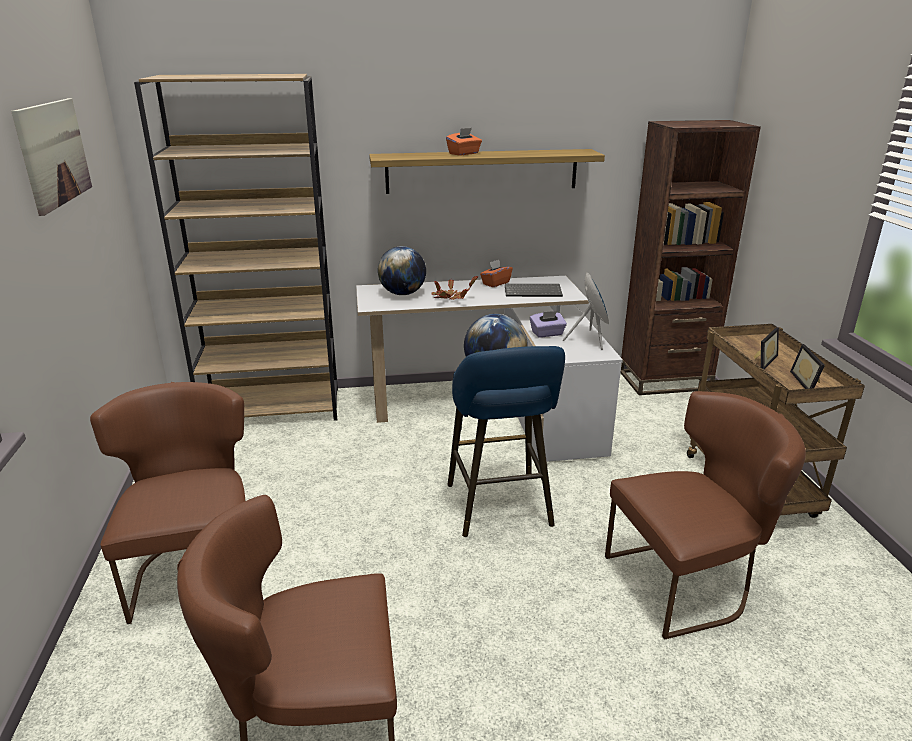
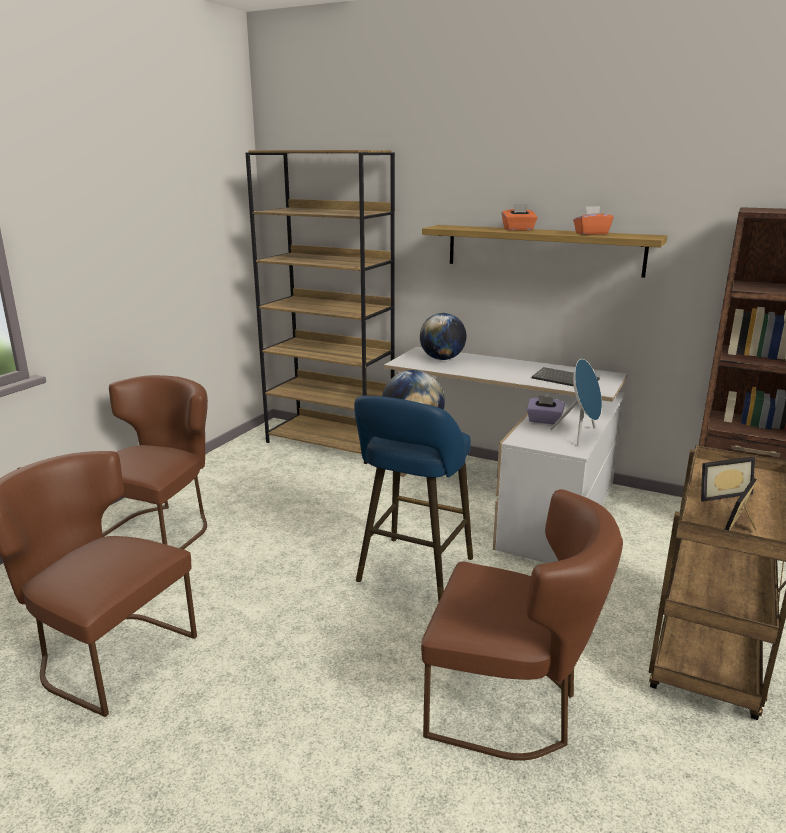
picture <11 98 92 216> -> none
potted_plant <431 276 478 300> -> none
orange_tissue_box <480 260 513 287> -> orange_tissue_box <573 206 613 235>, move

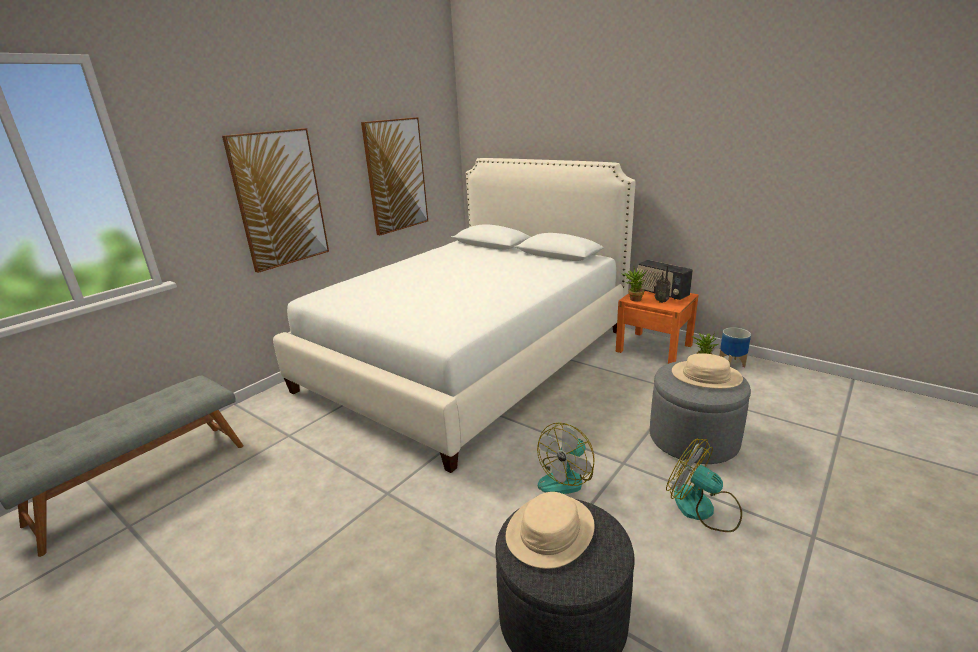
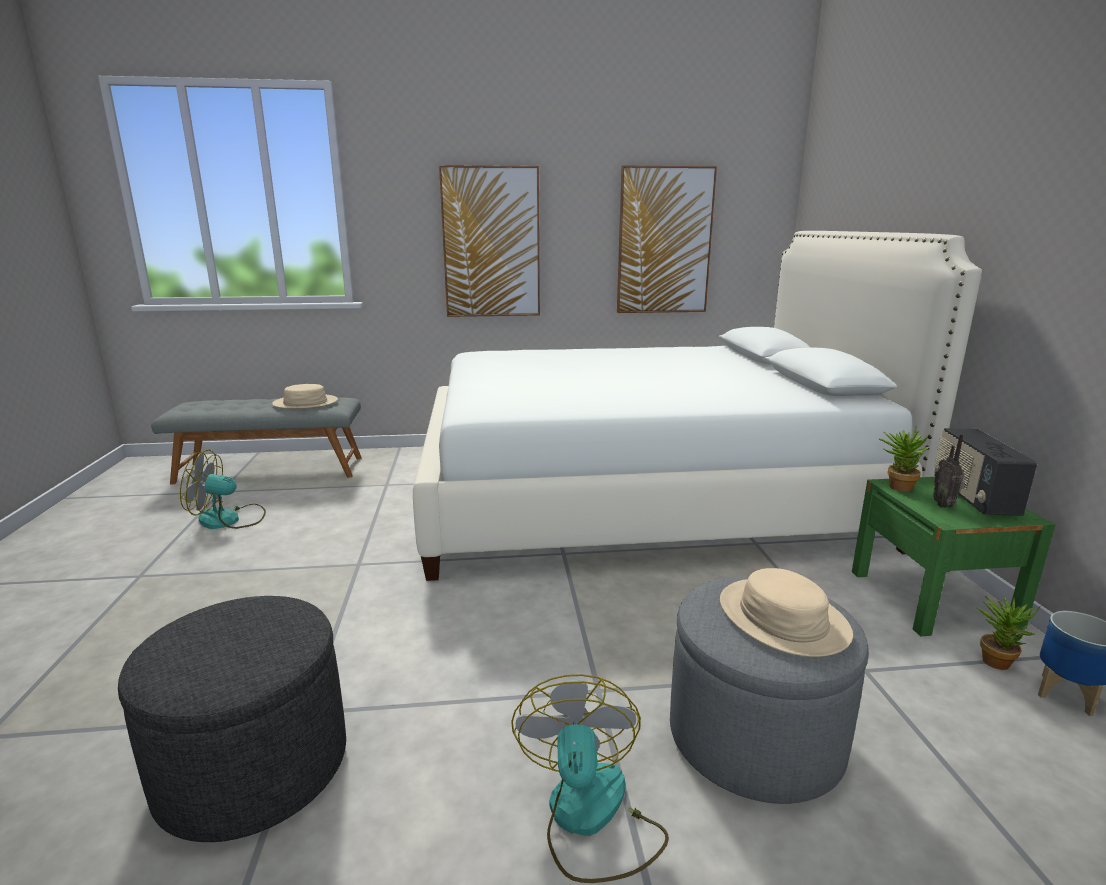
beige_hat <506 492 595 569> -> beige_hat <272 384 338 409>, move
fan <537 422 595 494> -> fan <180 449 266 529>, move
orange_nightstand <616 291 699 364> -> green_nightstand <852 477 1056 636>

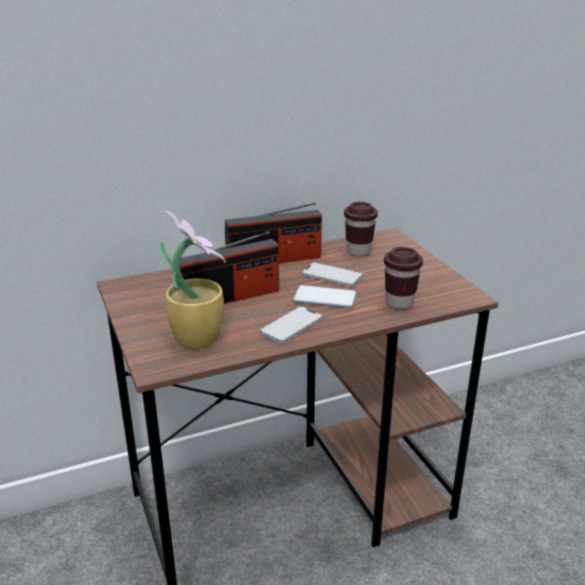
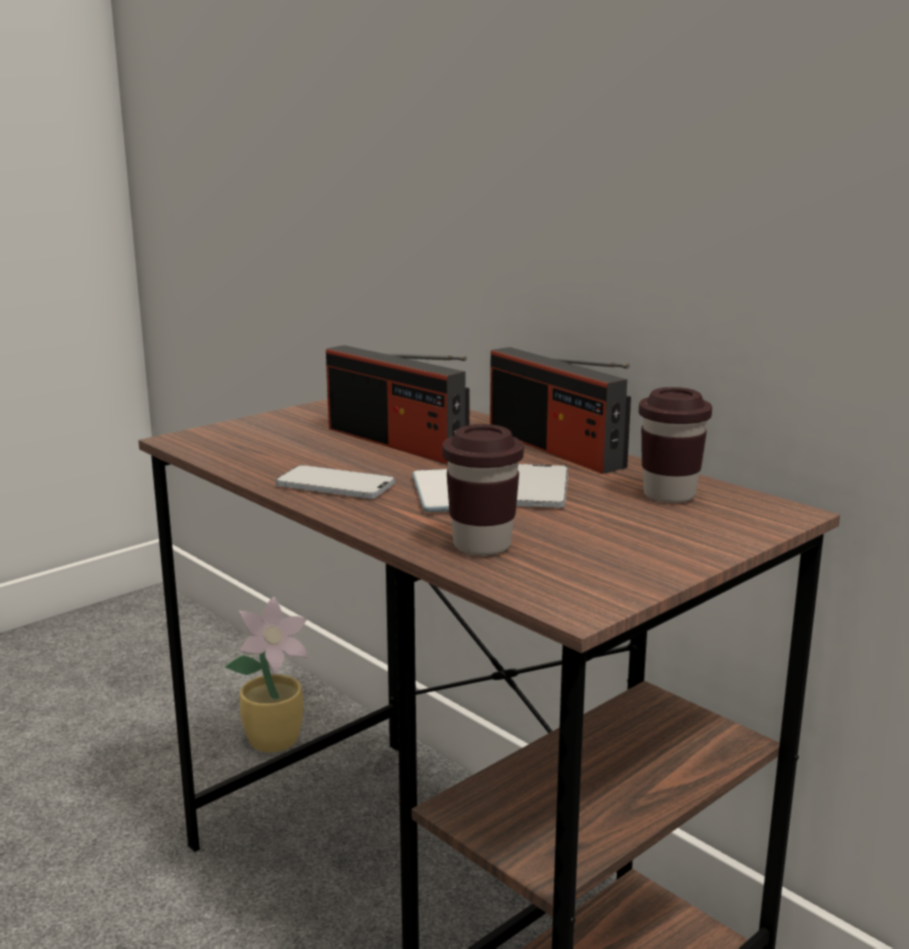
potted_plant <160 211 226 348> -> potted_plant <225 597 308 753>, move

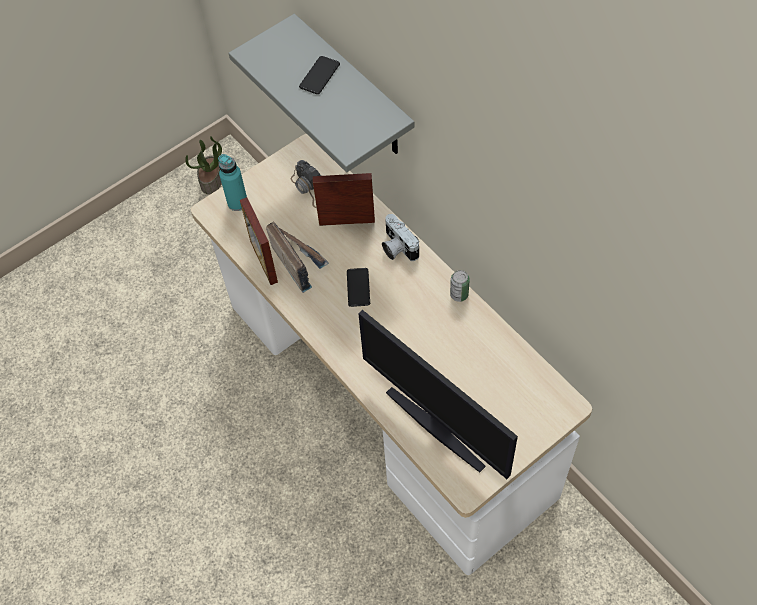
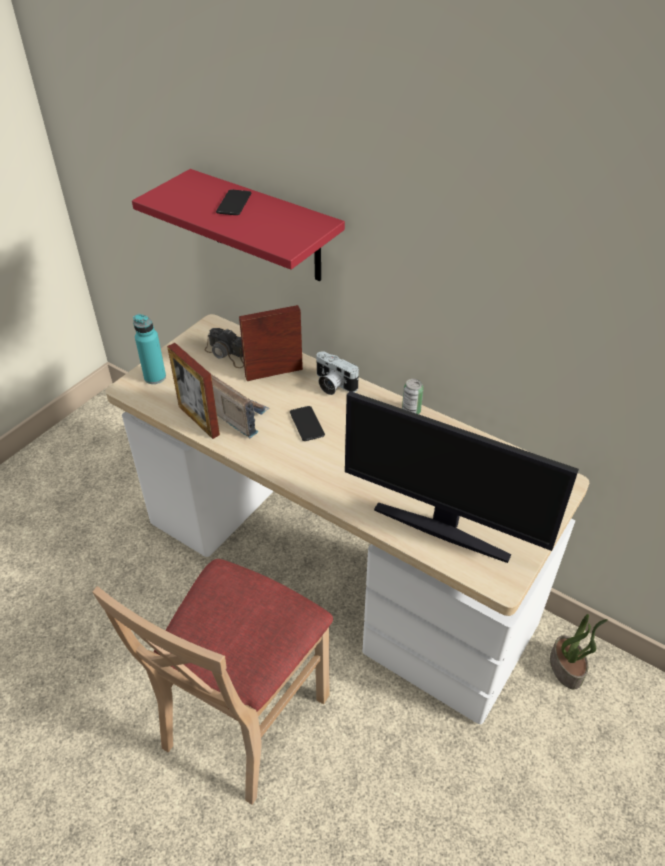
none -> beige_chair <92 559 333 805>
potted_plant <185 136 222 195> -> potted_plant <550 614 608 690>, move
grey_shelf <228 14 414 172> -> red_shelf <132 169 345 281>

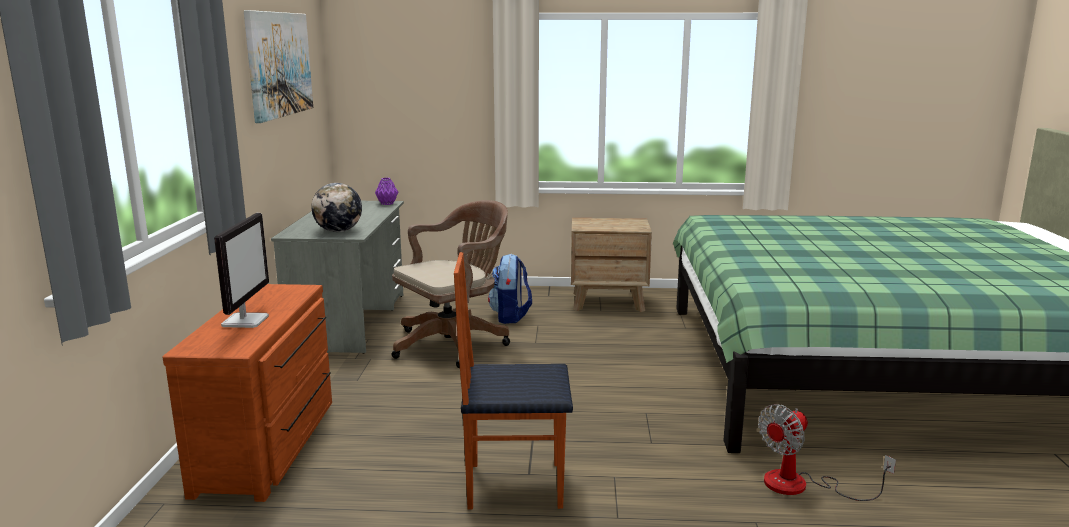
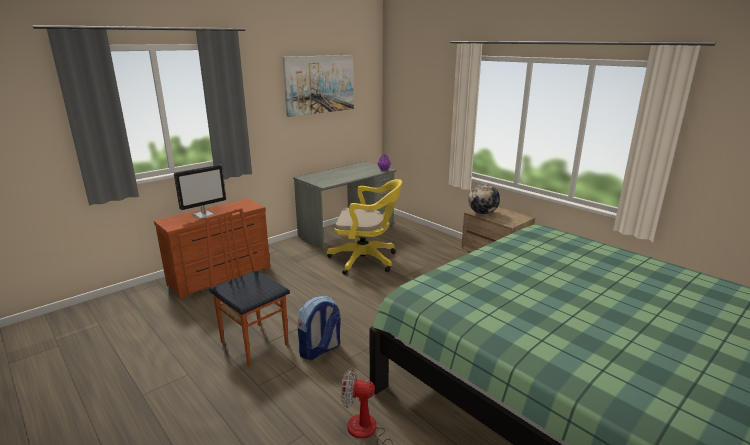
globe <312 183 362 232> -> globe <469 184 500 214>, move
backpack <488 254 532 324> -> backpack <298 296 341 360>, move
brown_office_chair <392 200 510 368> -> yellow_office_chair <327 179 402 275>

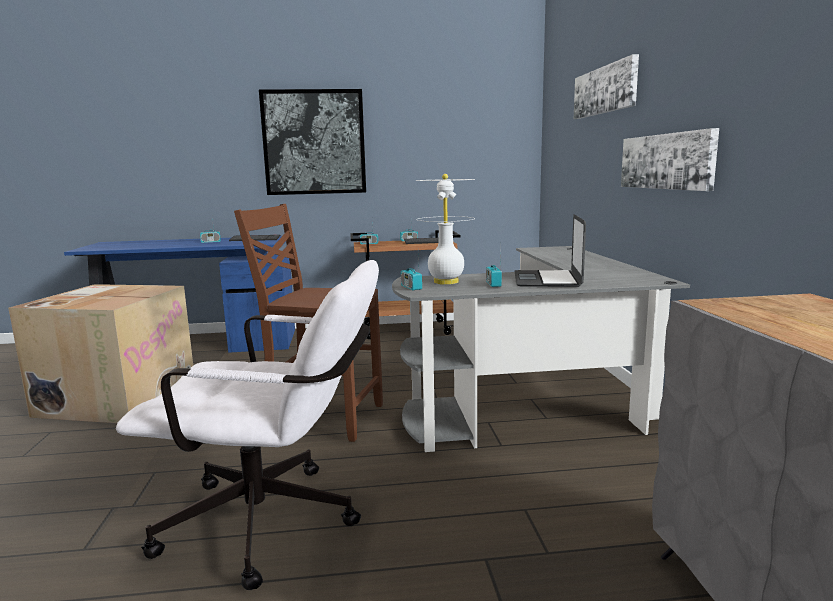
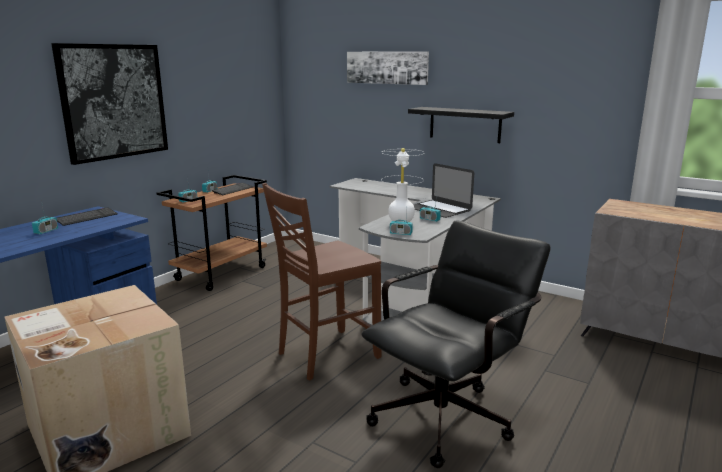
picture <621 128 719 191> -> black_shelf <408 107 514 143>
white_office_chair <116 260 379 590> -> black_office_chair <361 220 551 468>

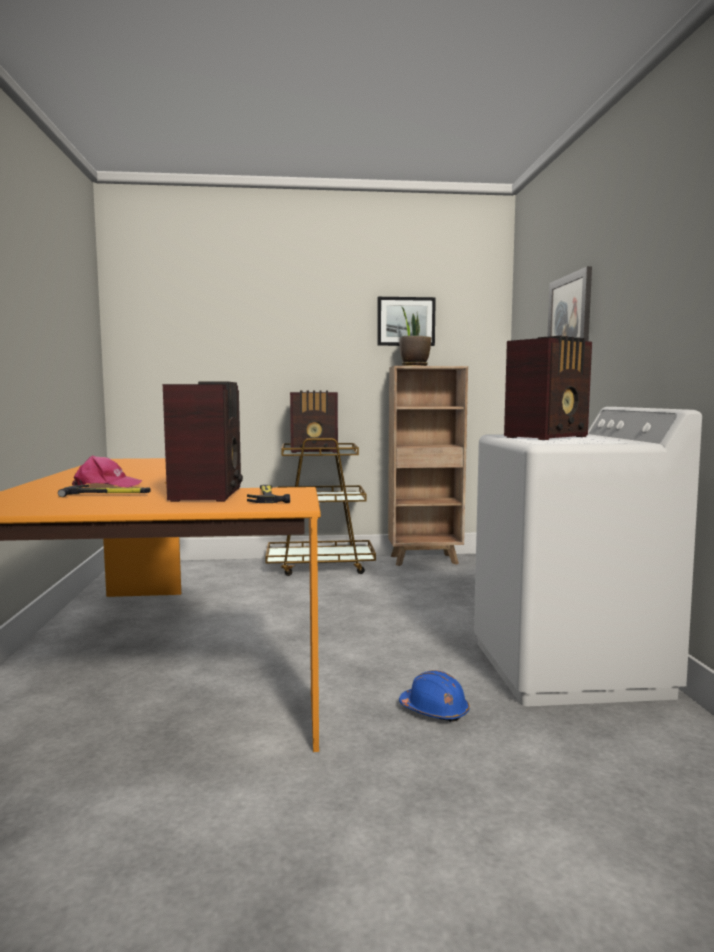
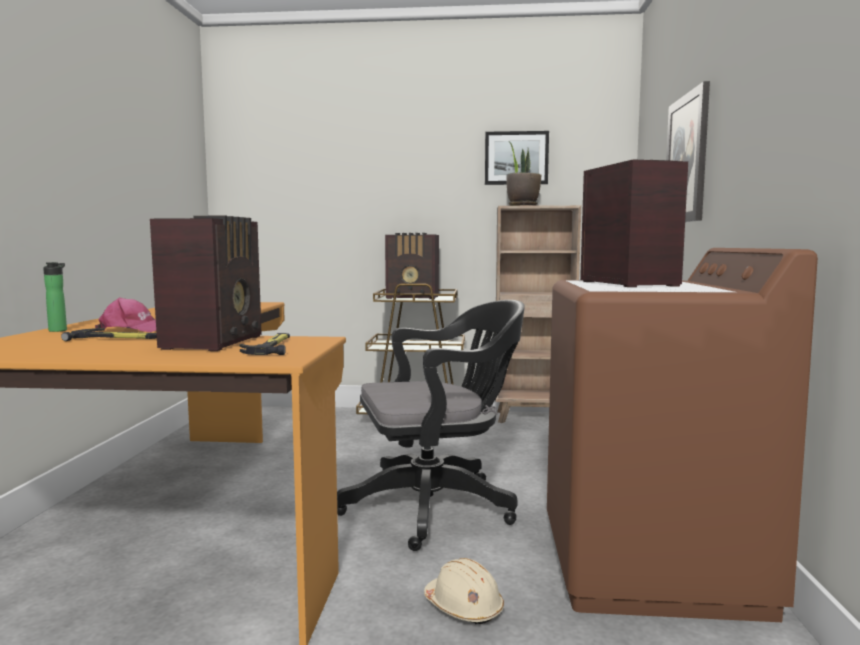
none -> bottle <43 262 67 332>
none -> black_office_chair <337 300 525 551>
blue_hard_hat <399 670 470 722> -> beige_hard_hat <424 558 504 624>
white_washing_machine <474 407 702 706> -> brown_washing_machine <547 248 818 622>
radio <504 336 592 440> -> radio <580 159 688 287>, 75 degrees counterclockwise

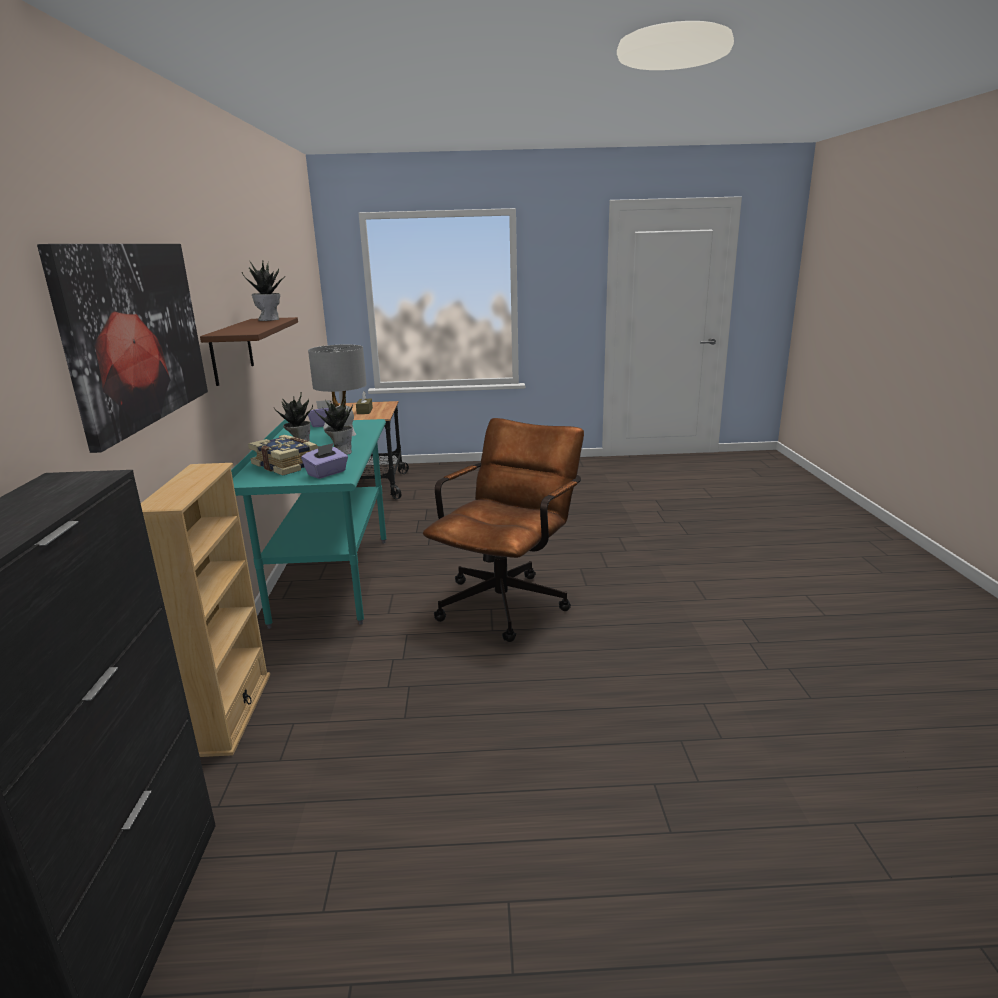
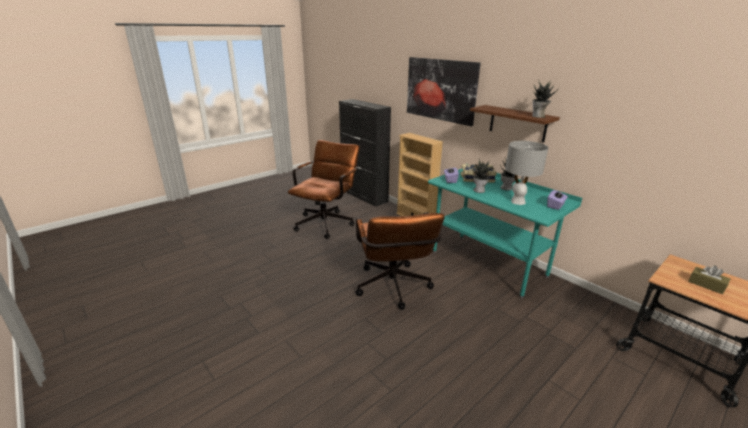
none -> brown_office_chair <288 140 360 239>

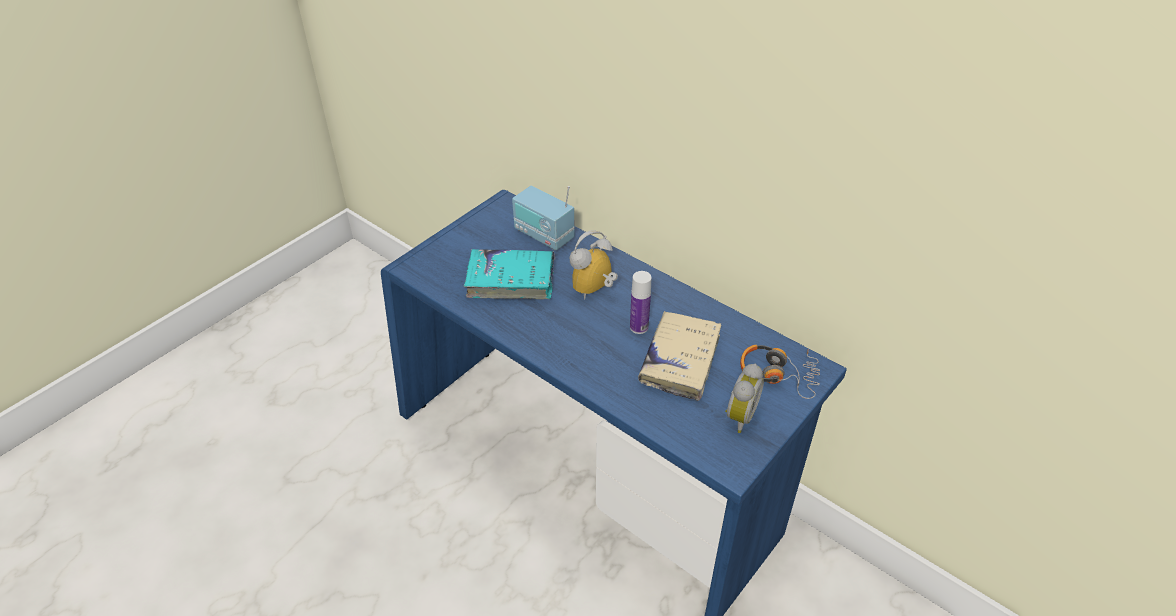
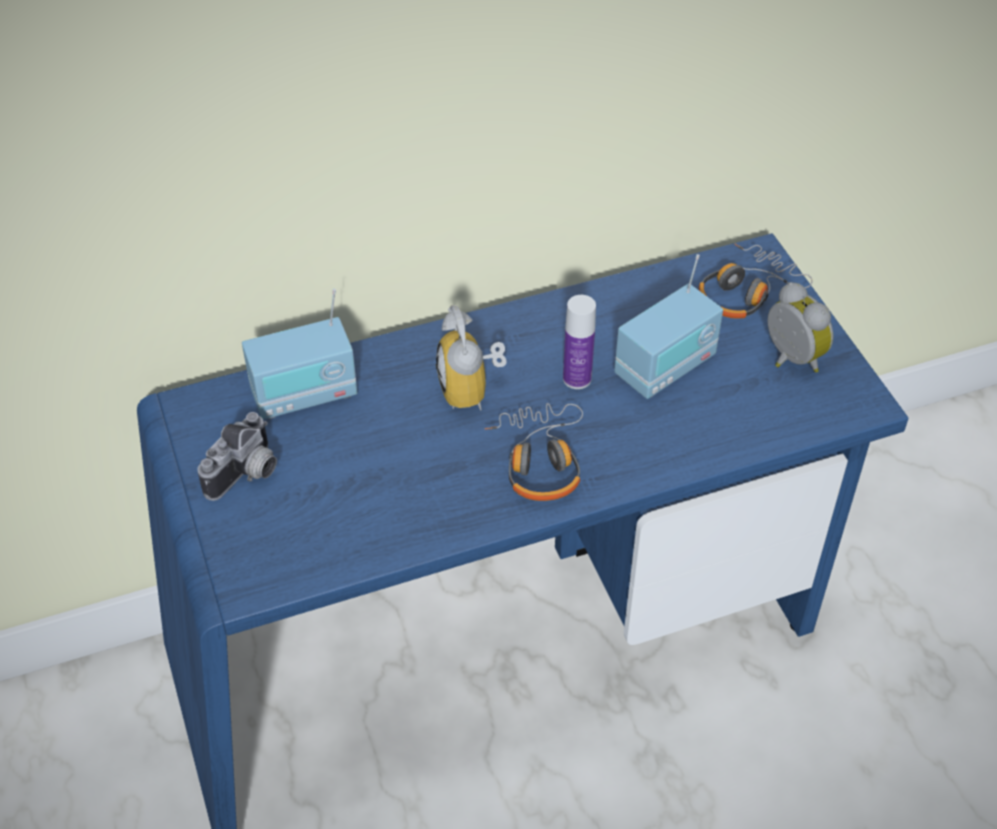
turquoise_book <464 249 555 299> -> none
none -> photo_camera <197 412 277 501>
none -> headphones <485 403 583 501>
beige_book <638 311 722 401> -> radio <614 254 723 399>

